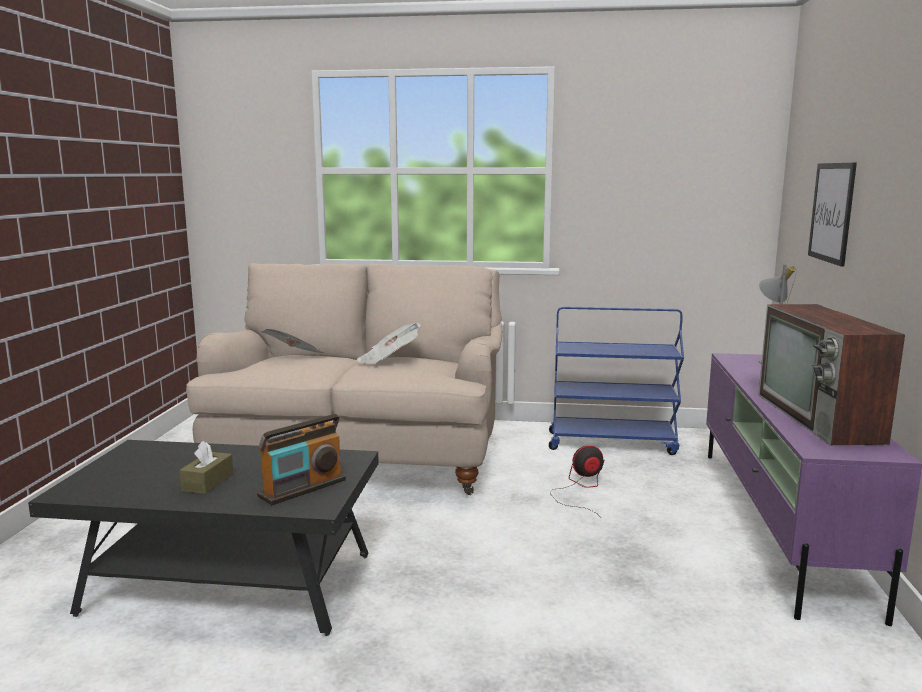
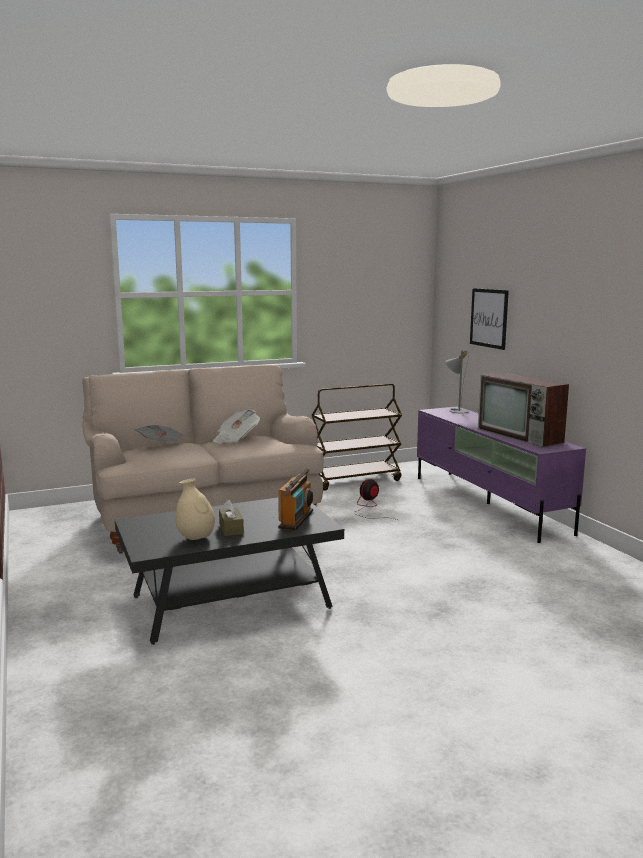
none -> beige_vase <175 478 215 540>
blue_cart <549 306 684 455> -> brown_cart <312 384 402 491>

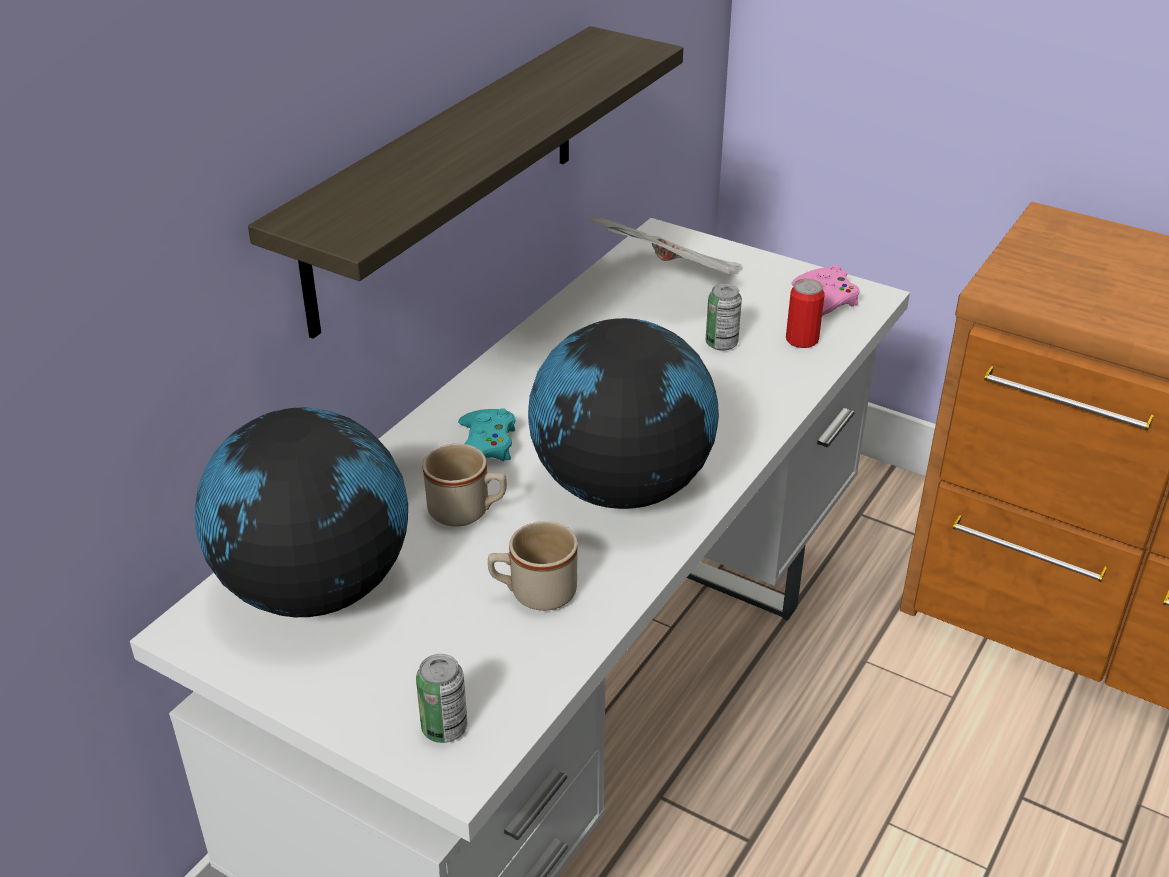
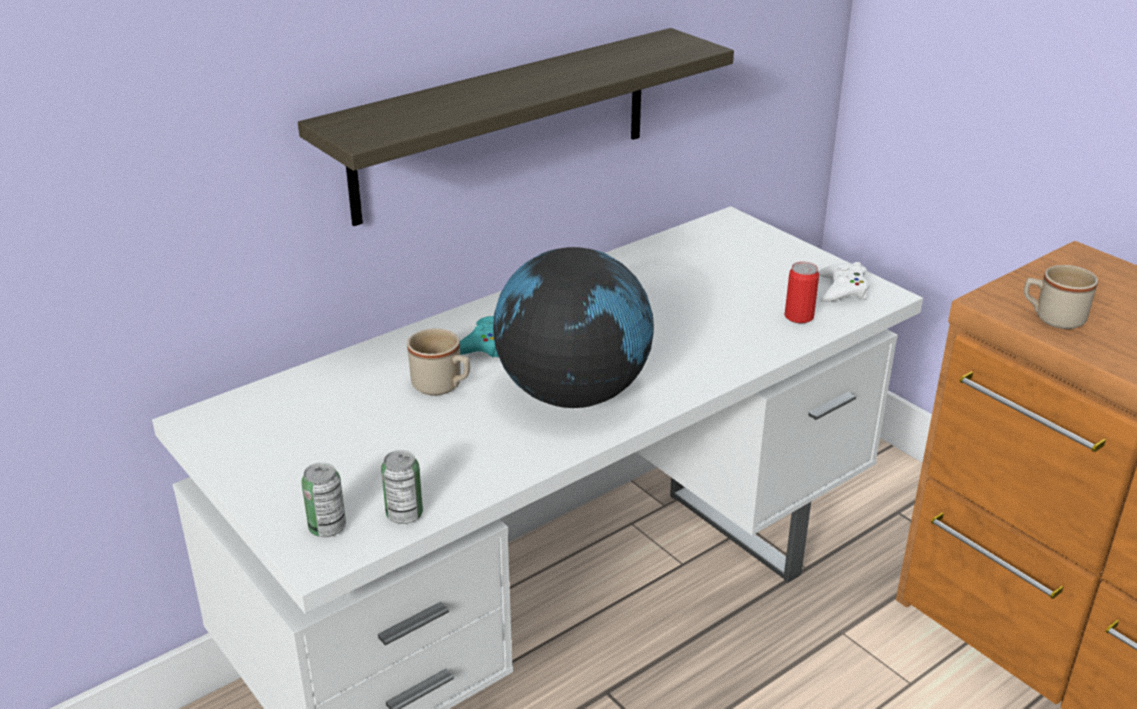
globe <195 408 408 617> -> none
newspaper <589 217 741 275> -> none
beige_mug <488 521 578 611> -> beige_mug <1024 265 1098 329>, move
can <706 284 742 351> -> can <381 450 423 524>, move
pink_game_controller <792 265 860 316> -> white_game_controller <818 262 869 302>

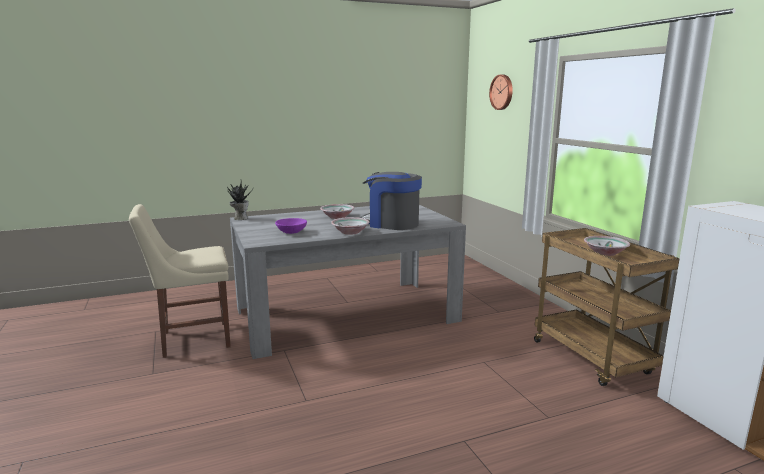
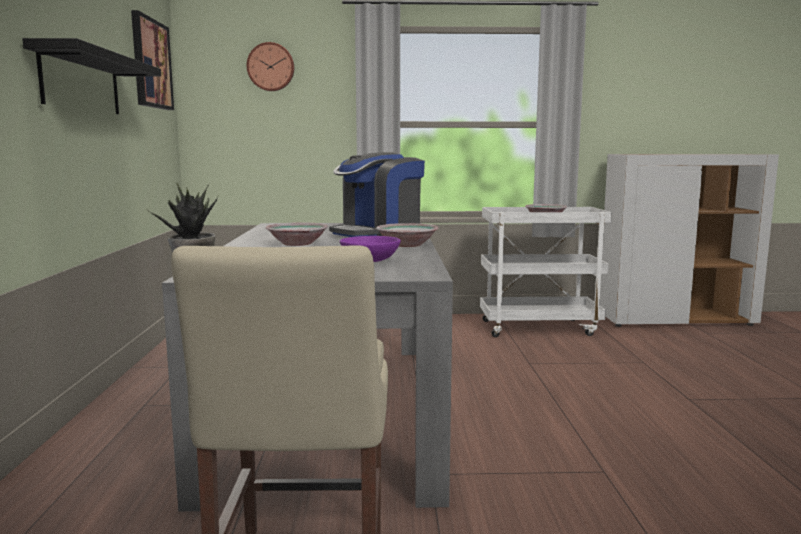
none -> black_shelf <22 38 161 114>
none -> picture <131 10 174 110>
brown_cart <534 228 680 386> -> white_cart <480 207 612 337>

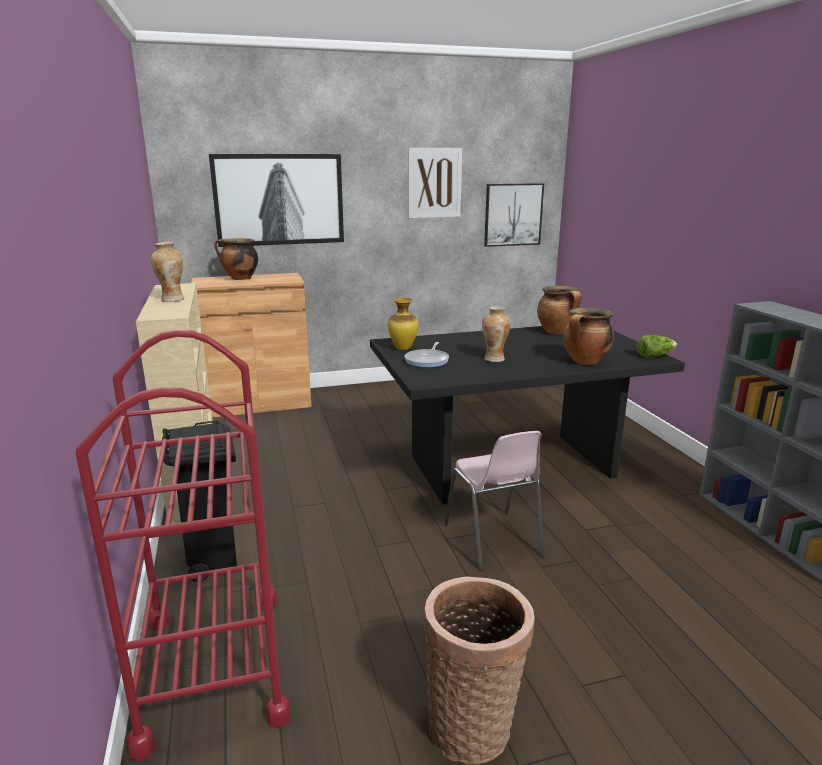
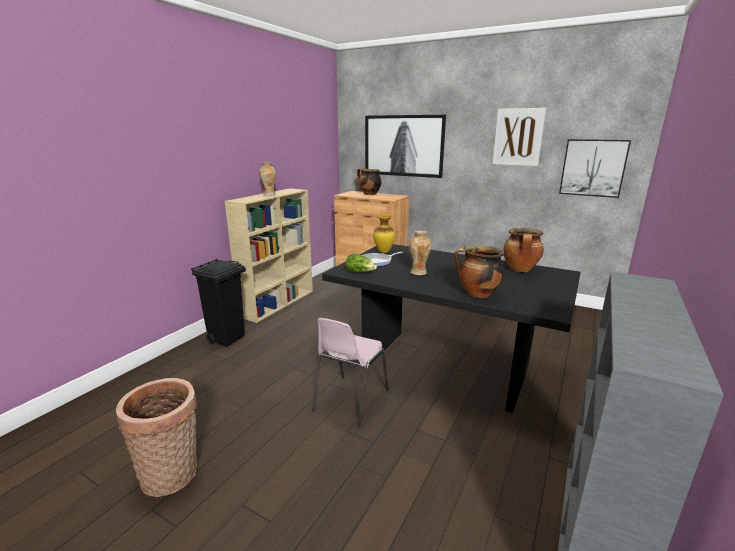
red_cart <76 329 291 760> -> none
lettuce <637 335 677 358> -> lettuce <346 253 377 273>, move

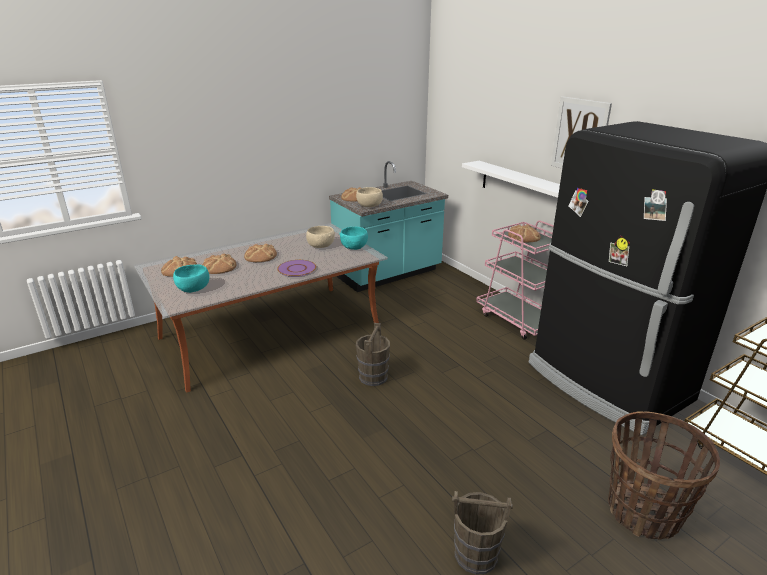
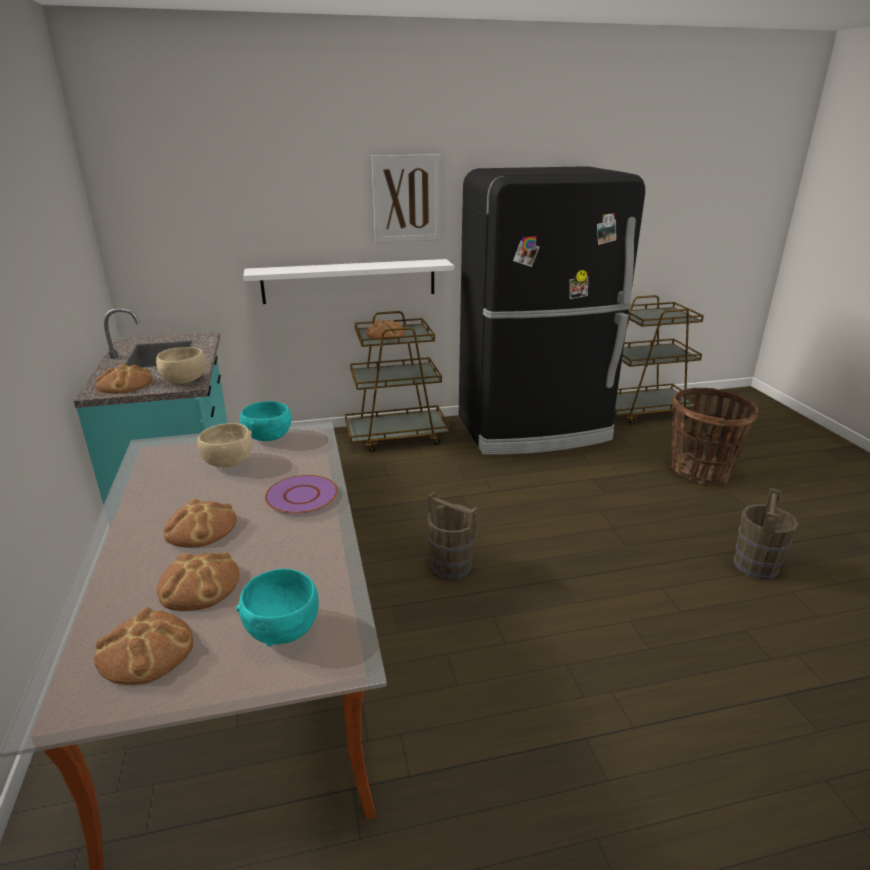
pink_cart <476 220 554 340> -> brown_cart <345 311 450 452>

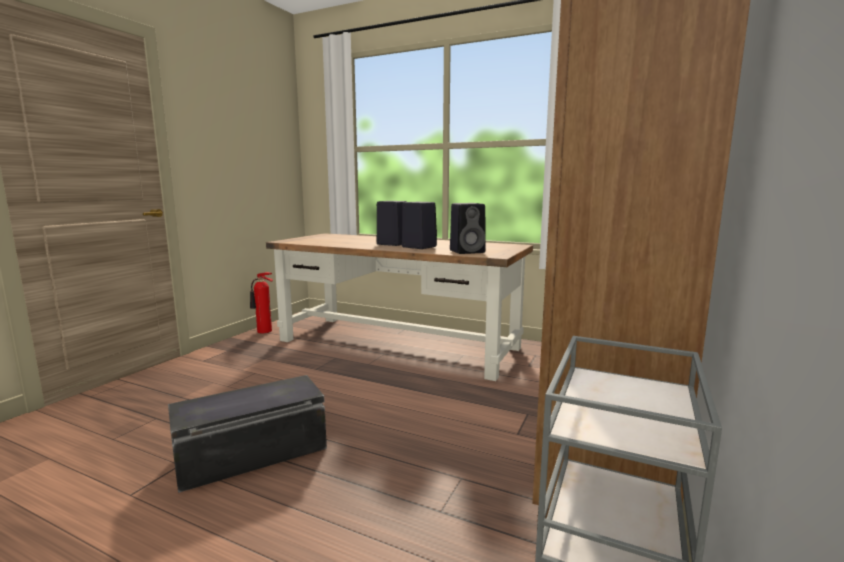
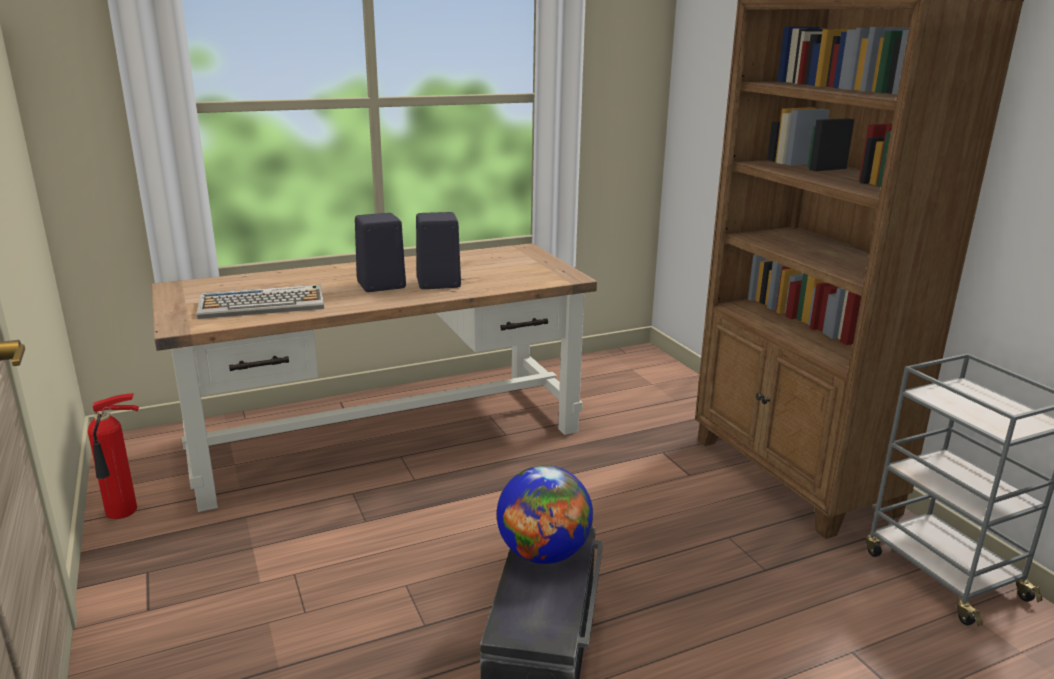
black_speaker <450 203 486 254> -> none
none -> keyboard <197 285 324 319>
none -> globe <497 465 593 564>

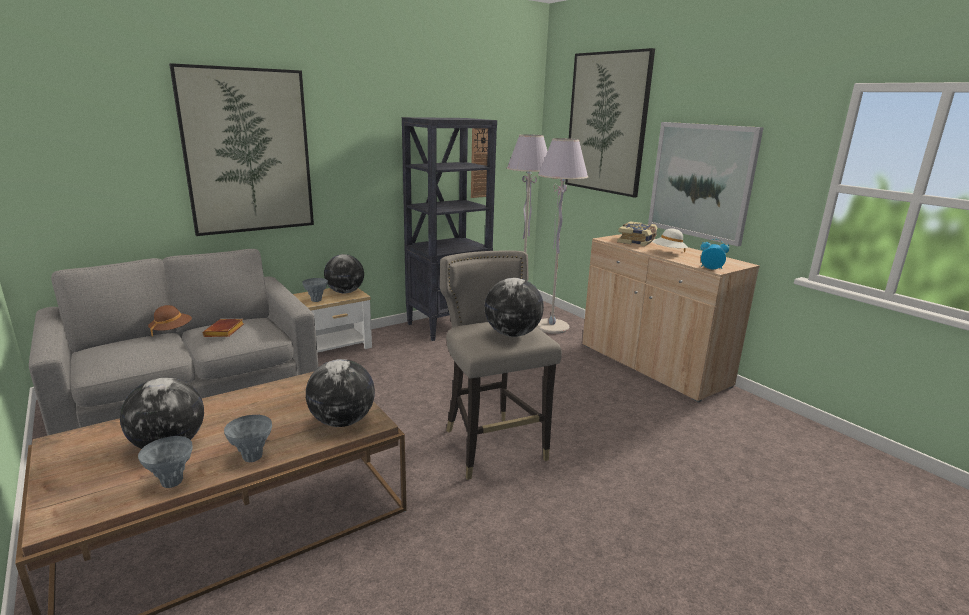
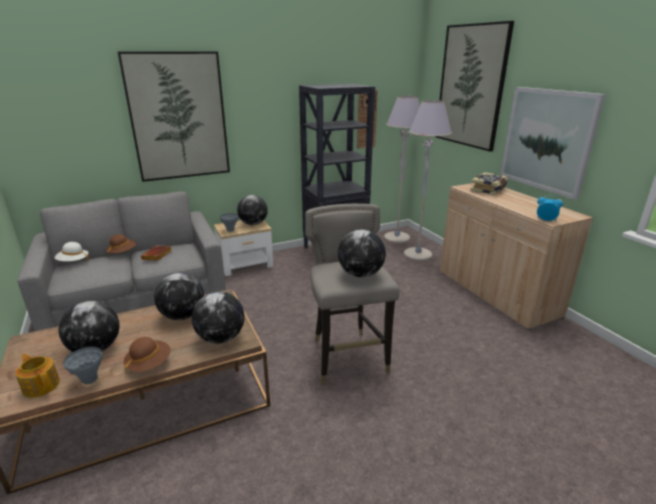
none -> teapot <15 353 60 398>
none -> globe <154 273 204 320>
white_hat <652 228 688 252> -> white_hat <55 242 89 261>, move
grey_vase <224 415 272 462> -> brown_hat <124 337 171 373>

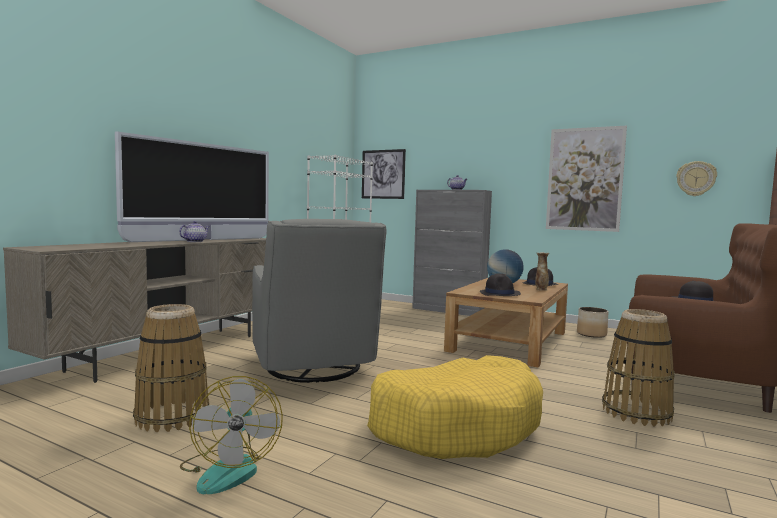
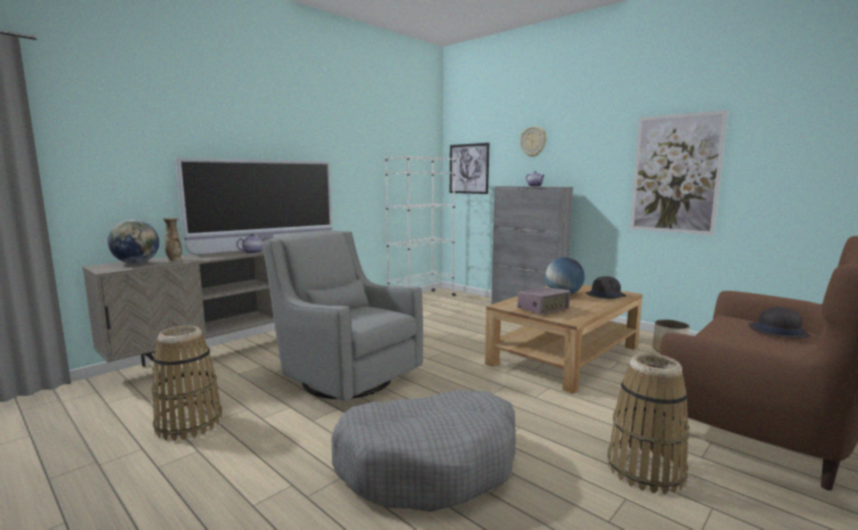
fan <180 376 283 494> -> none
none -> globe <108 220 159 264>
vase <535 252 549 291> -> vase <163 218 182 261>, move
wall_clock <676 161 717 196> -> wall_clock <520 127 547 157>, move
black_hat <480 274 521 296> -> radio <517 287 570 314>
yellow_dog_bed <367 355 543 459> -> grey_dog_bed <331 390 516 512>
grey_armchair <252 219 387 383> -> grey_armchair <262 230 423 401>, 135 degrees clockwise

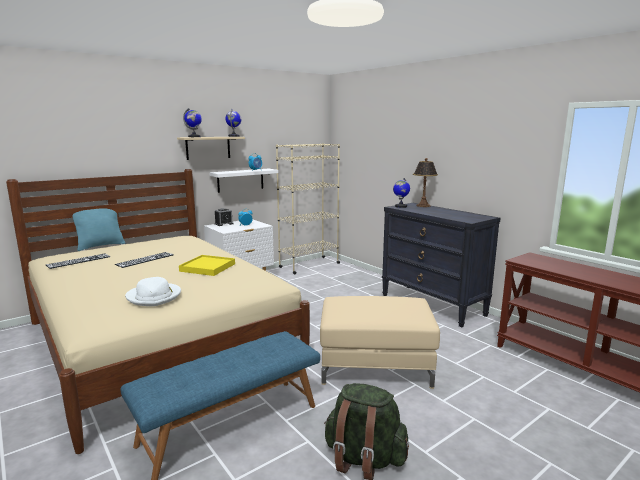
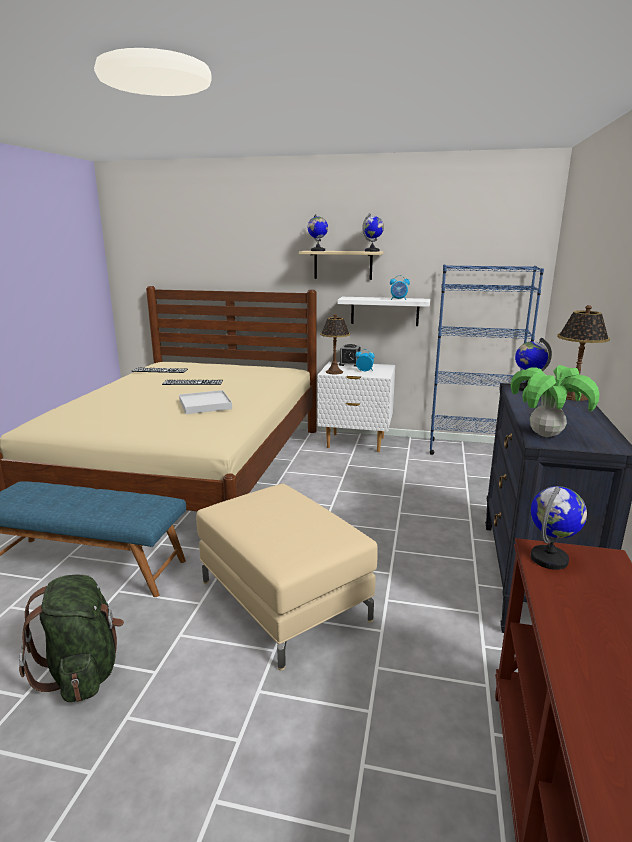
turquoise_pillow <73 208 125 251> -> none
white_hat <125 277 181 306> -> none
none -> table_lamp <320 314 350 374>
none -> potted_plant <511 365 599 437>
none -> globe <531 486 587 570>
yellow_tray <179 255 235 276> -> white_tray <179 390 232 414>
beige_bookcase <276 143 340 274> -> blue_bookcase <430 265 544 455>

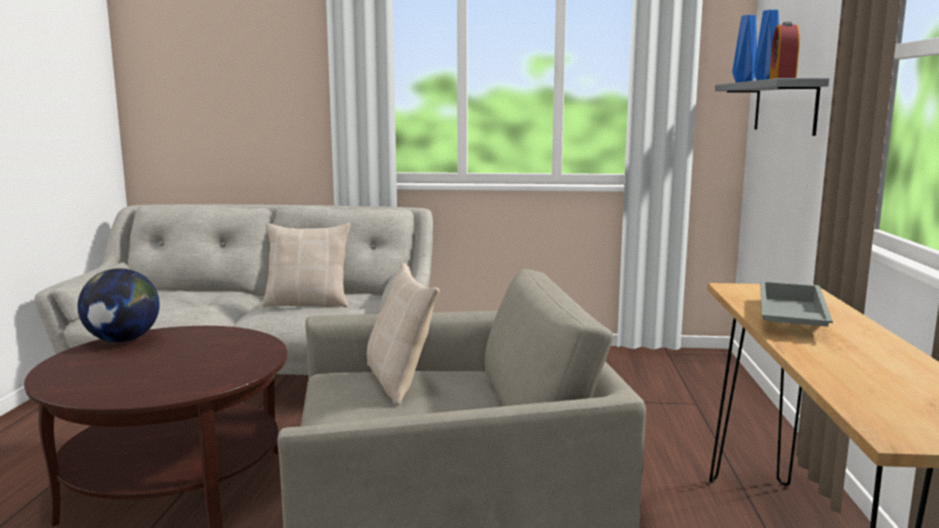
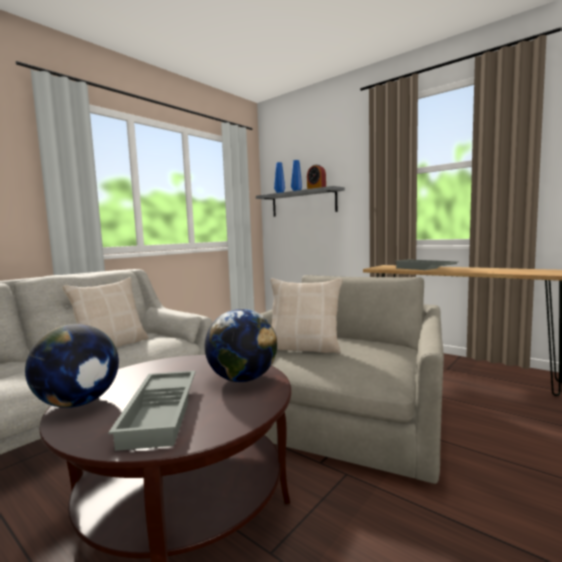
none -> grey_tray <108 371 196 451>
none -> globe <205 309 277 382>

